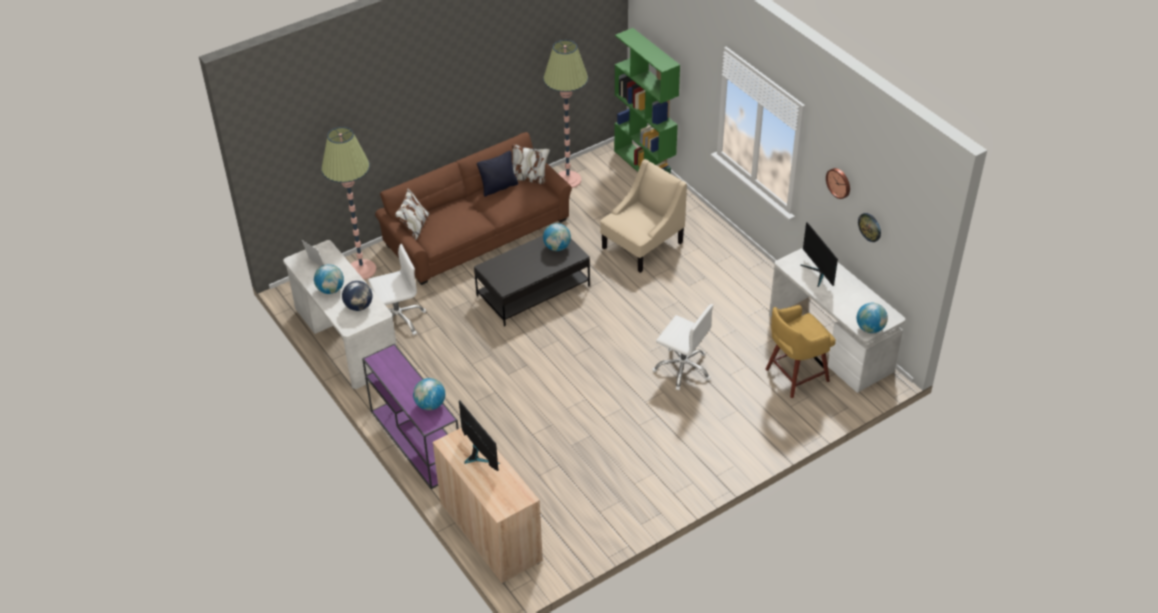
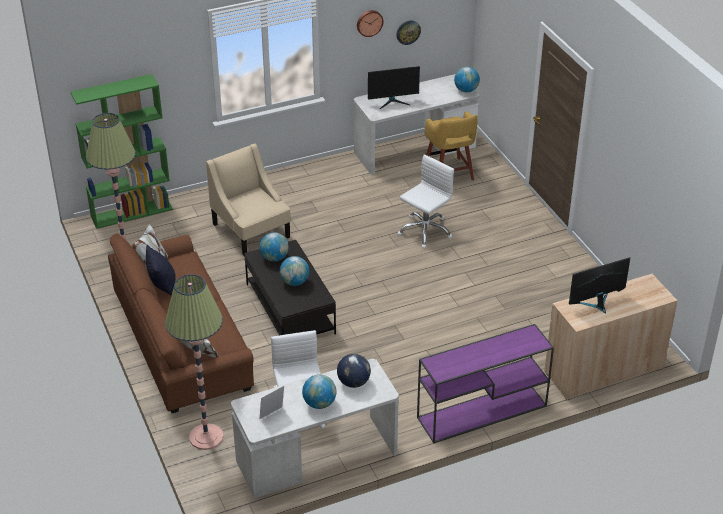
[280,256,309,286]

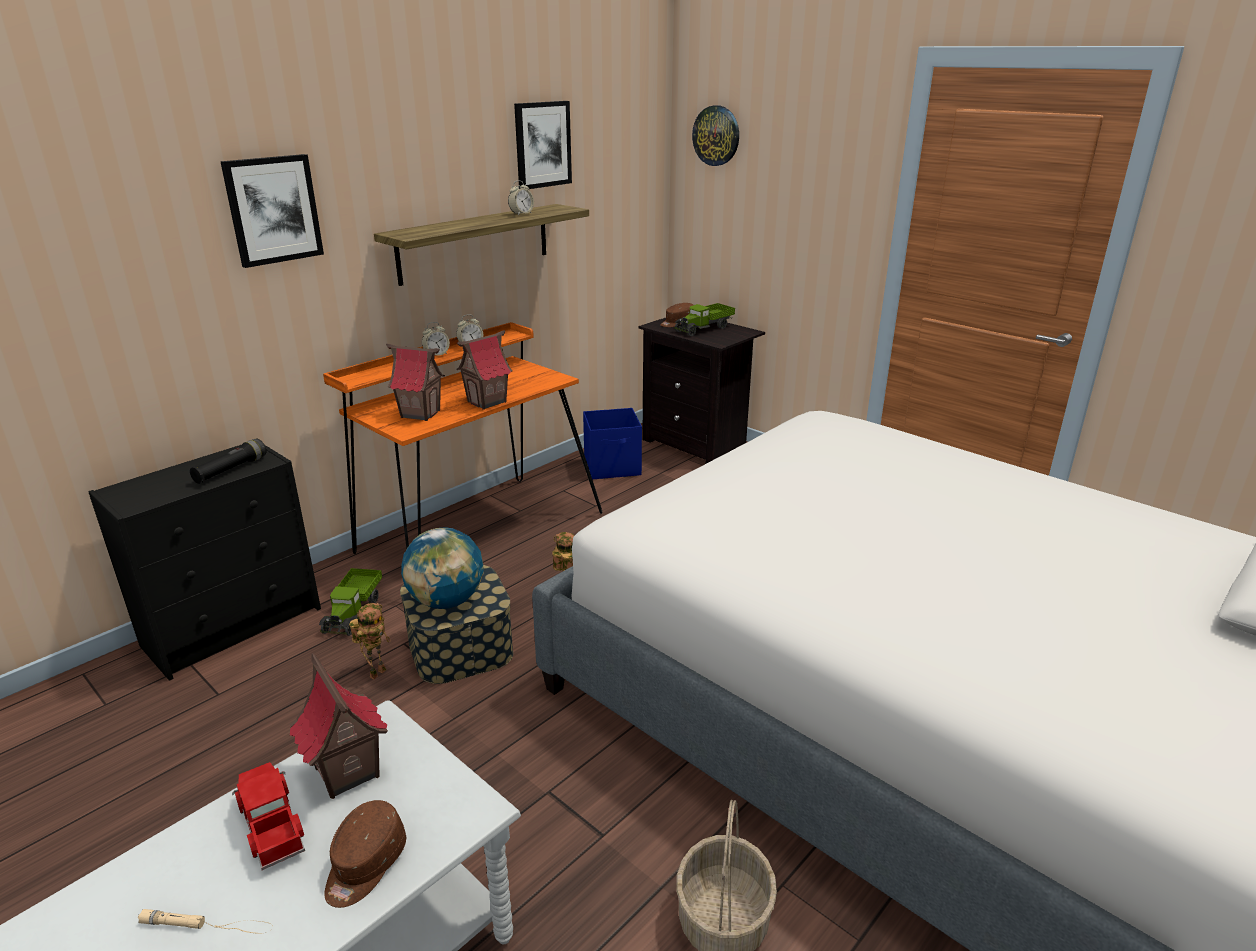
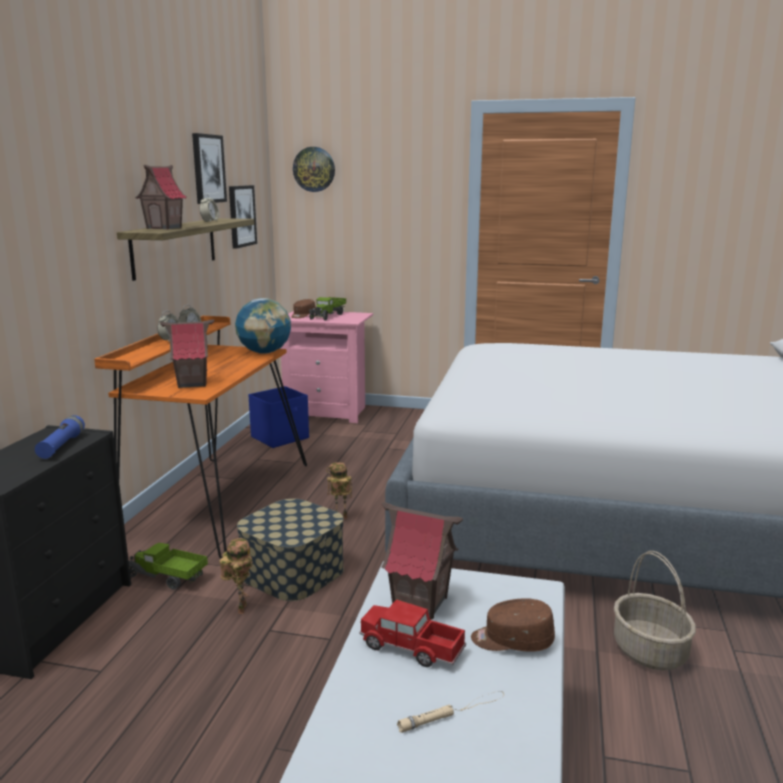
[35,415,85,459]
[229,185,257,249]
[129,543,208,590]
[471,598,555,652]
[235,298,291,354]
[135,165,187,229]
[281,311,373,423]

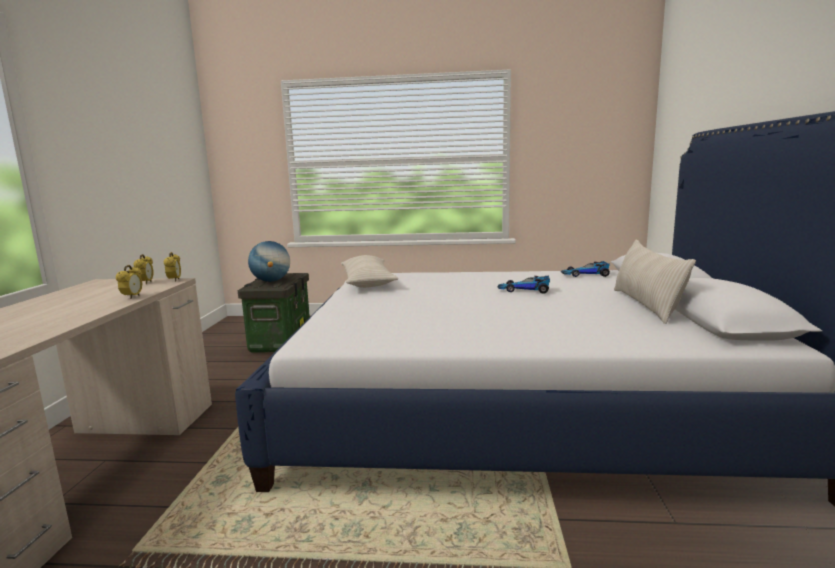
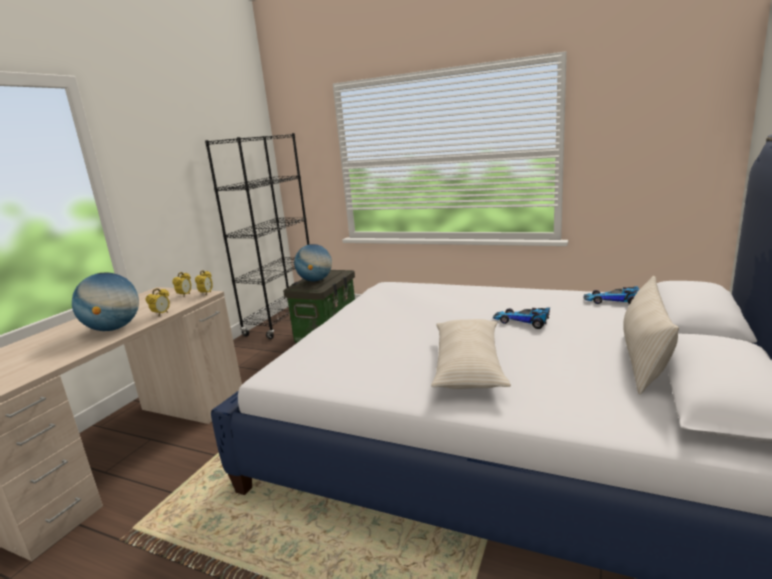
[431,319,511,389]
[72,272,139,331]
[205,133,309,339]

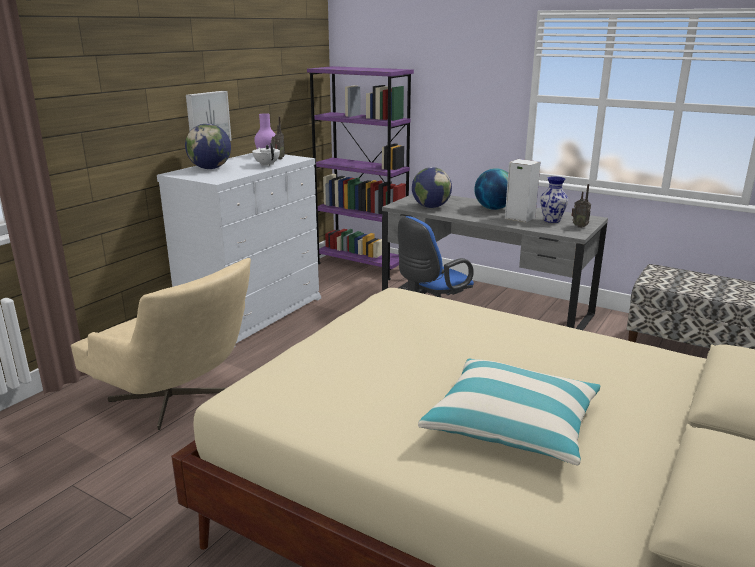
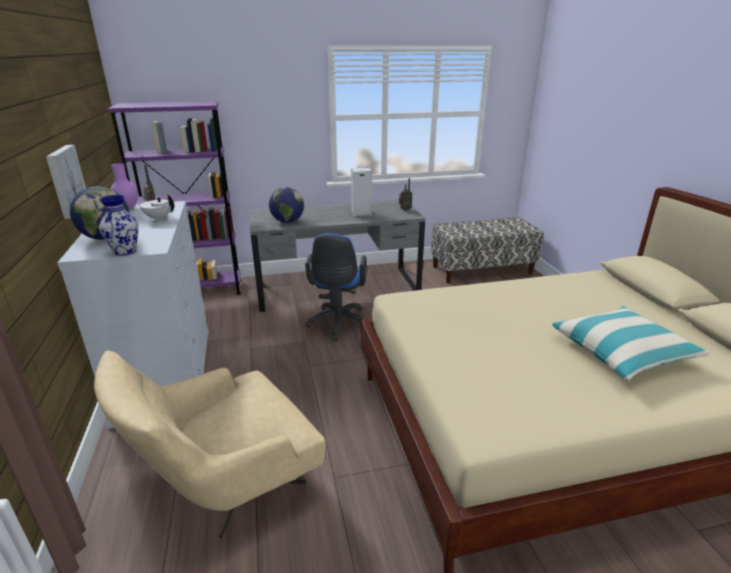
[94,350,326,538]
[474,168,508,210] (first image)
[99,195,139,256]

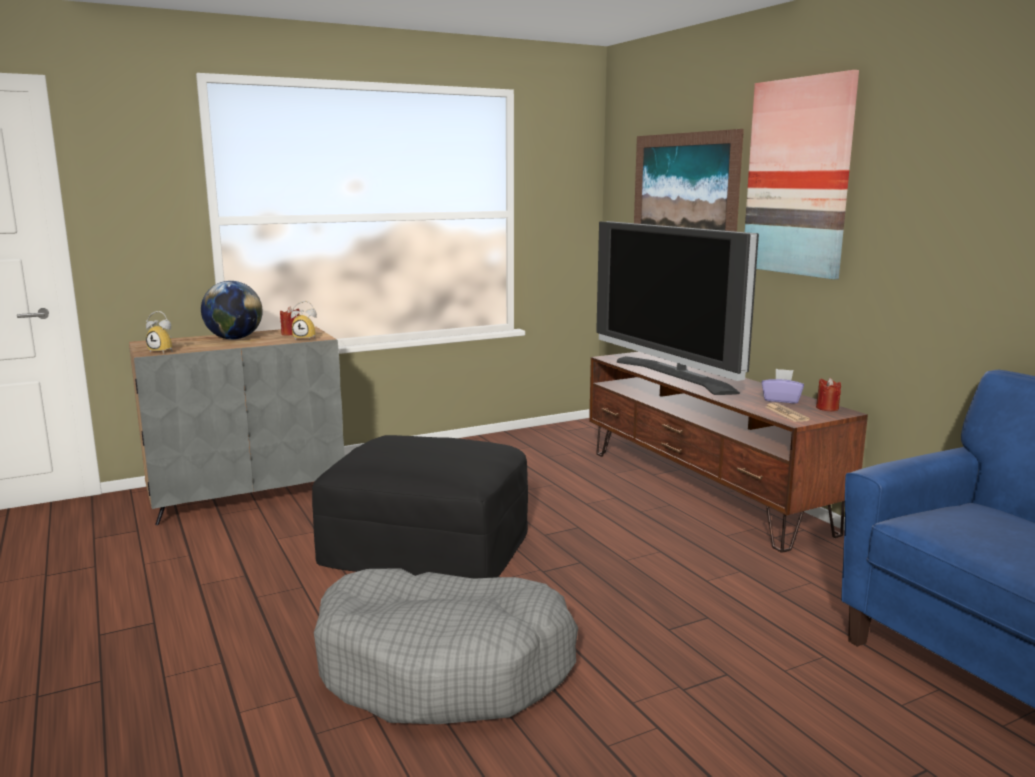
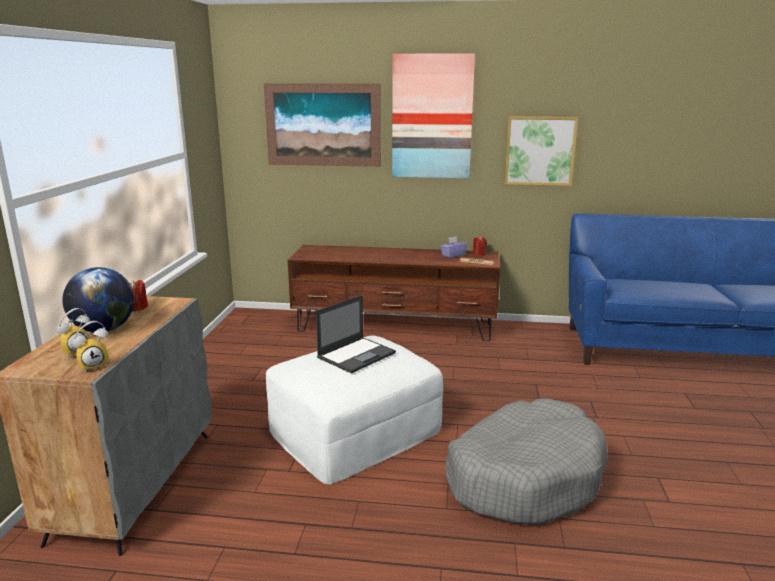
[57,308,90,358]
[266,335,443,484]
[596,221,759,395] (first image)
[316,295,396,373]
[504,116,578,186]

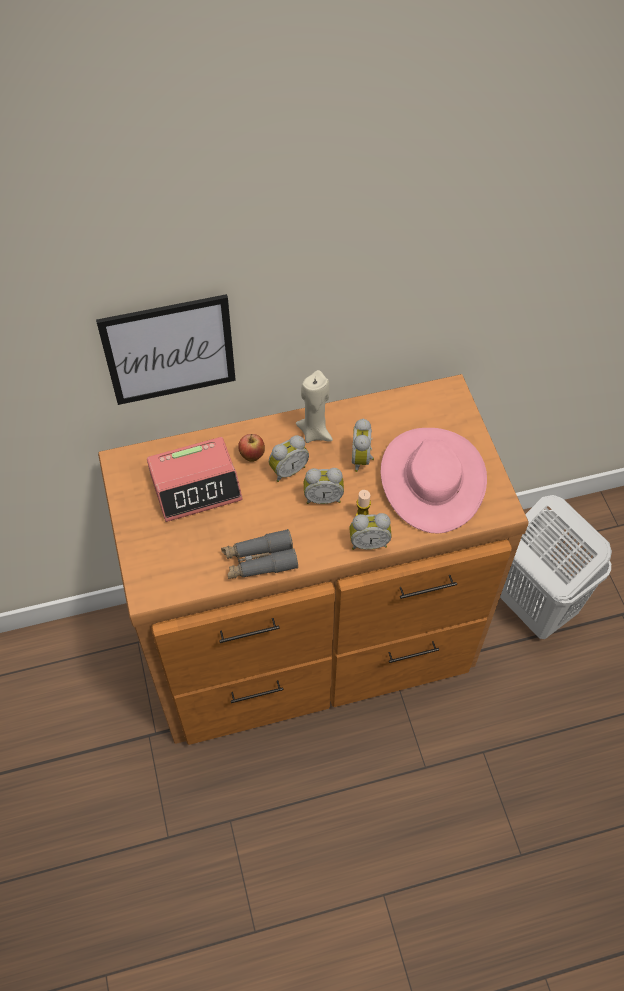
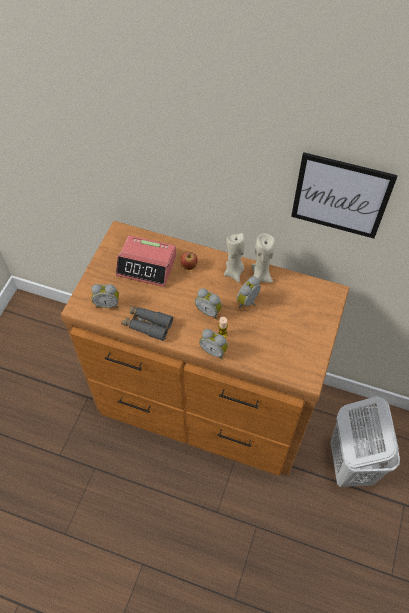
[291,152,398,238]
[91,284,119,308]
[381,428,487,534] (first image)
[251,233,275,283]

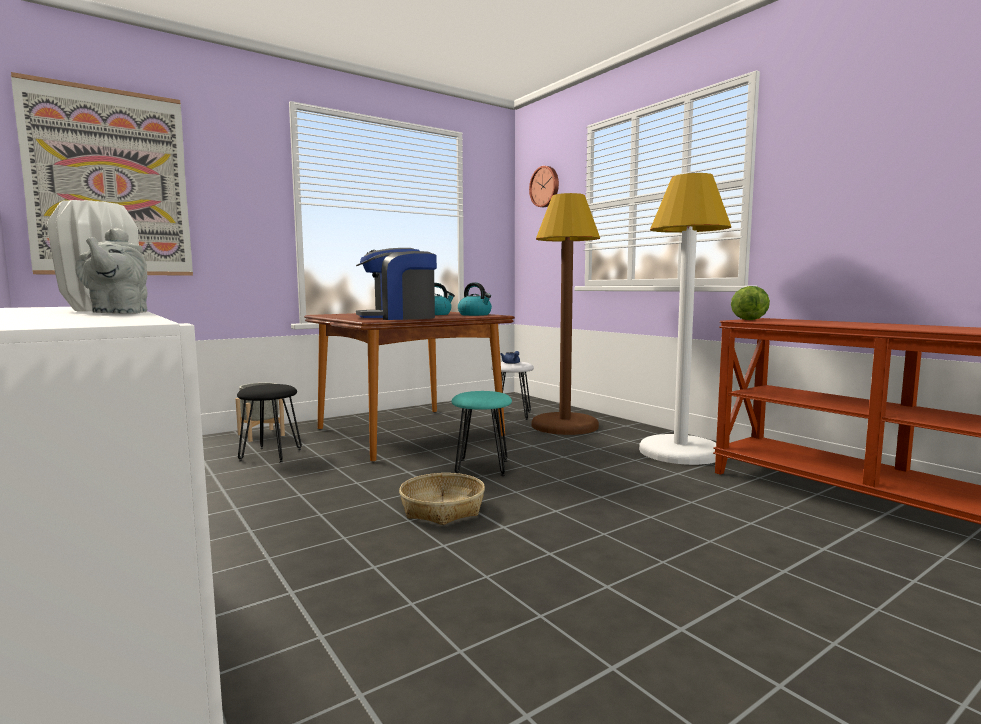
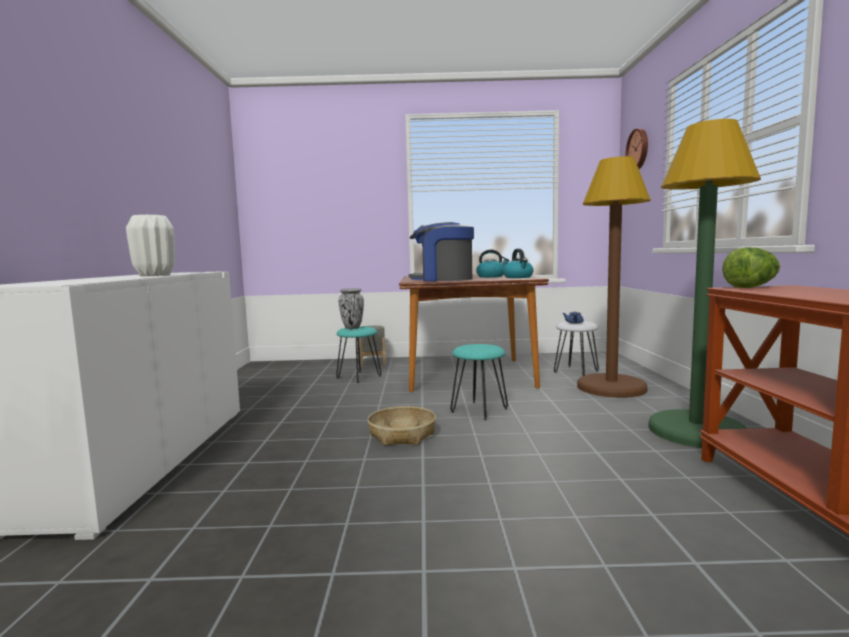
[11,72,193,276] (first image)
[75,228,148,314] (first image)
[336,326,382,383]
[648,119,761,449]
[339,288,364,329]

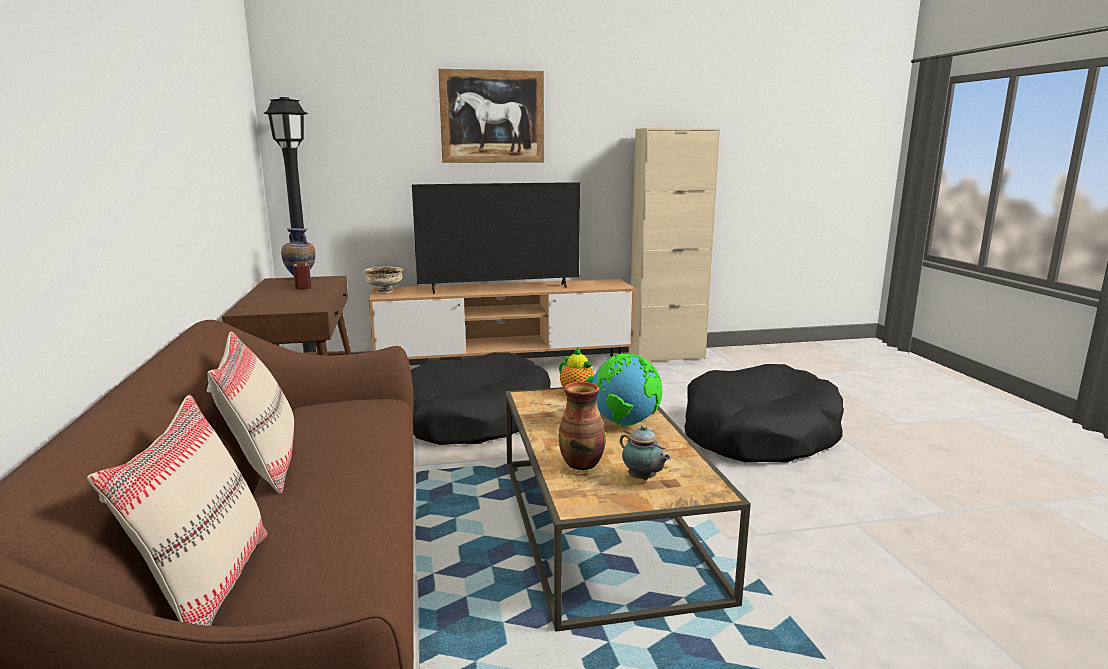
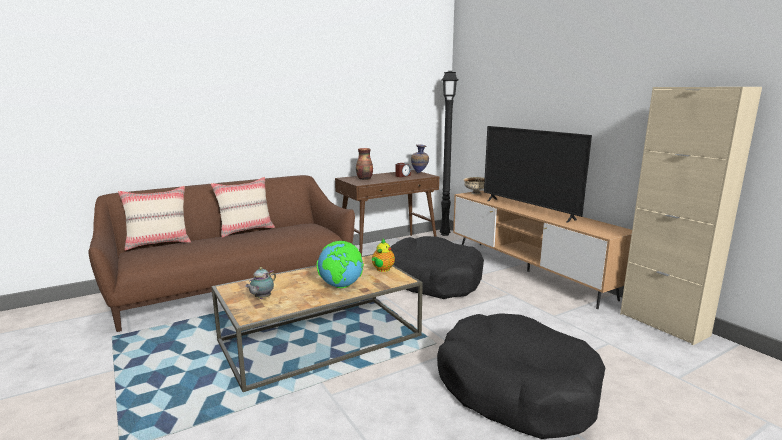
[438,69,544,163] (first image)
[356,148,373,180]

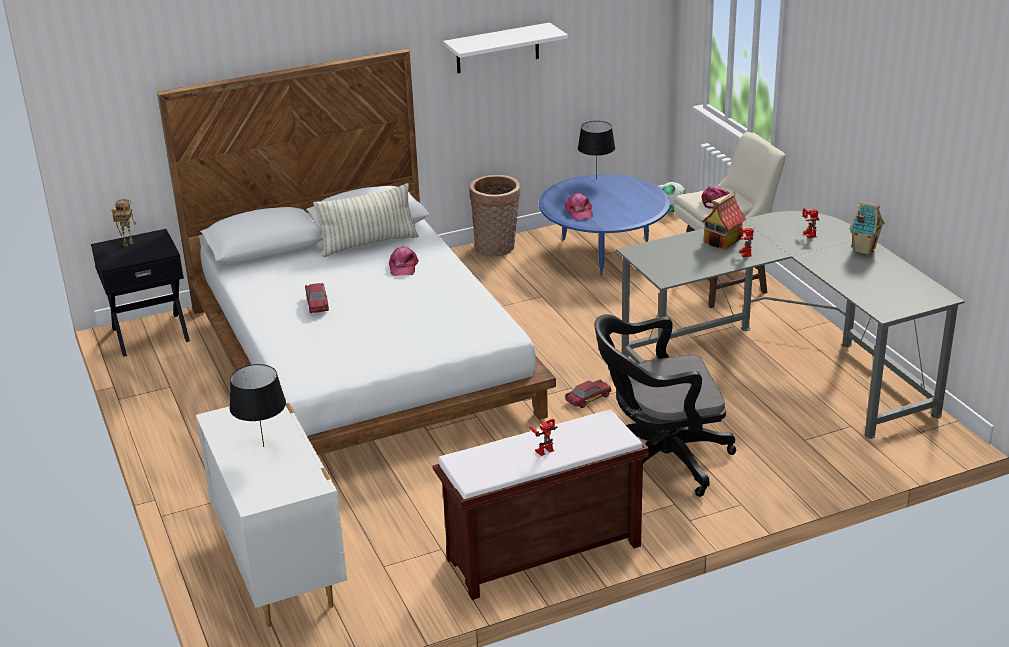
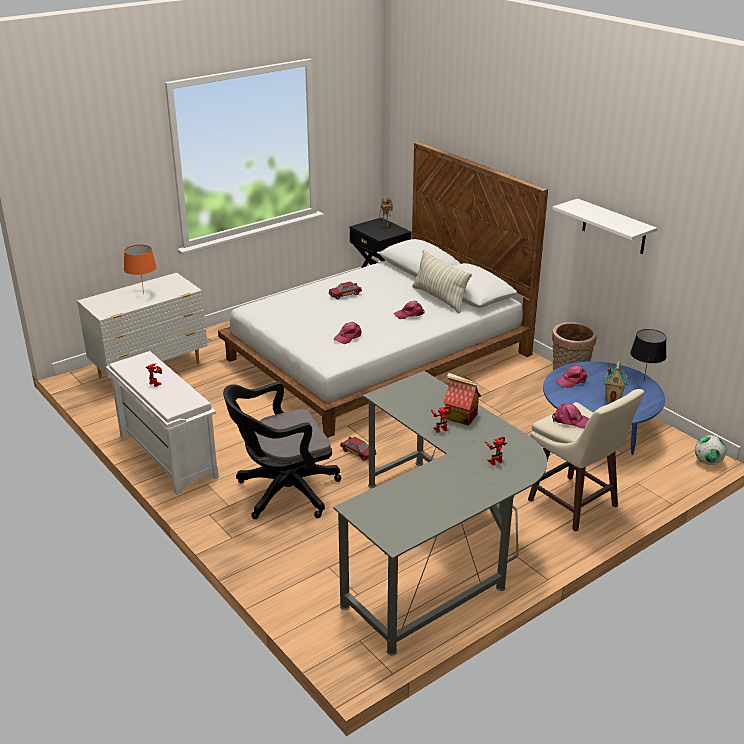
[124,245,157,294]
[106,351,219,495]
[223,381,341,519]
[603,361,629,403]
[333,322,362,344]

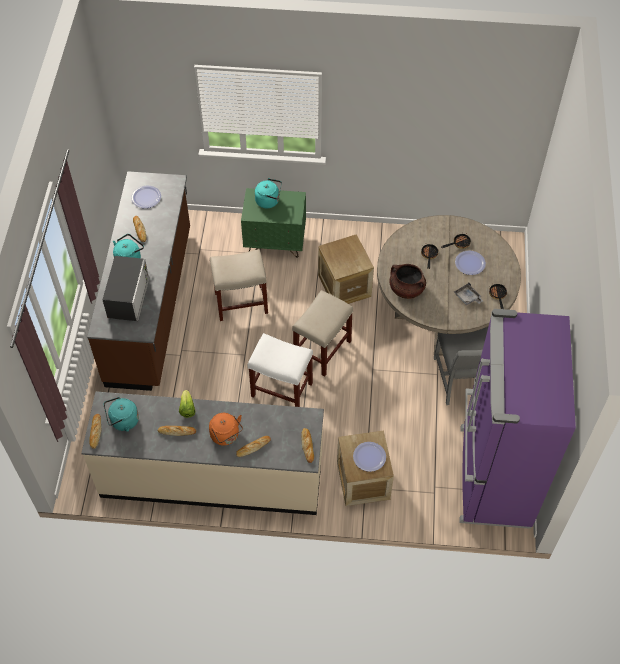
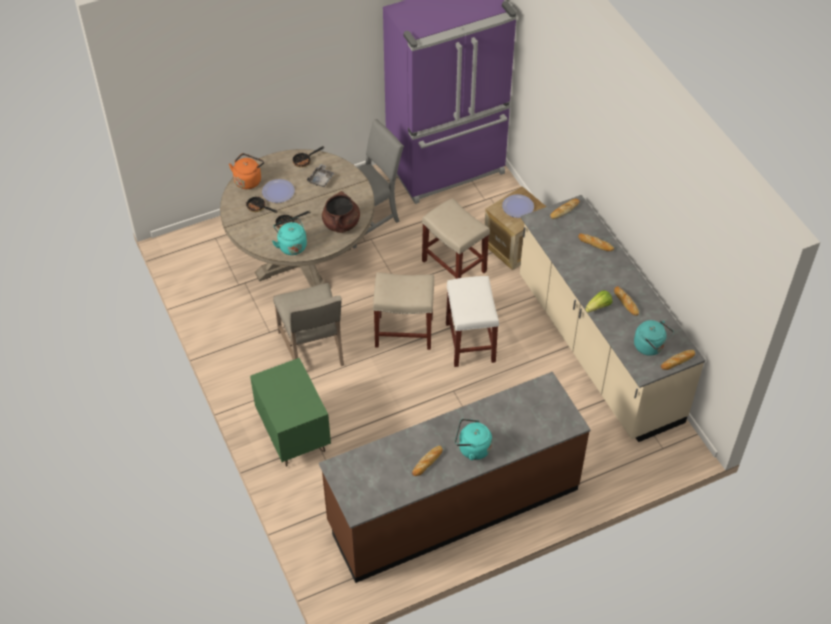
[102,256,149,321] (first image)
[131,186,161,208] (first image)
[229,153,264,189]
[422,198,490,279]
[272,218,307,255]
[273,283,344,366]

